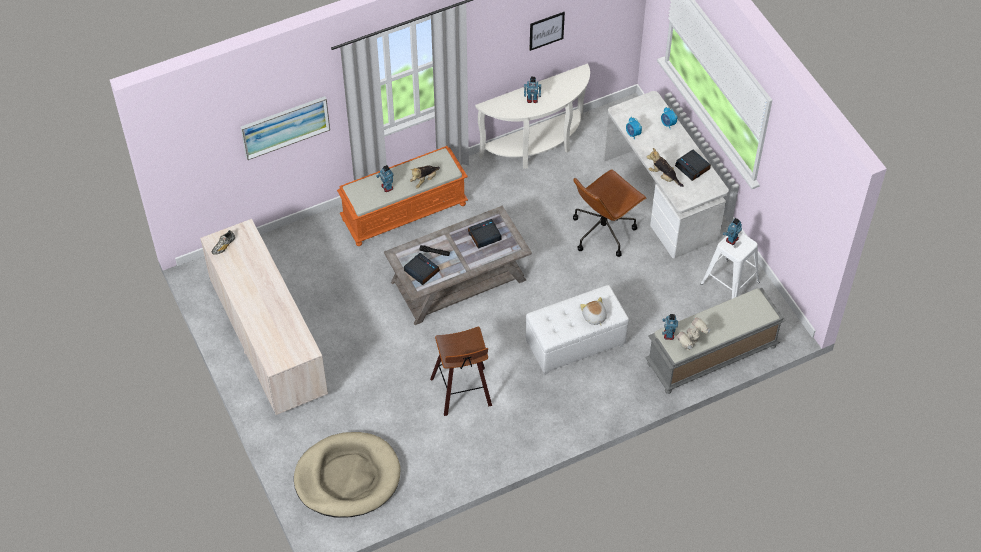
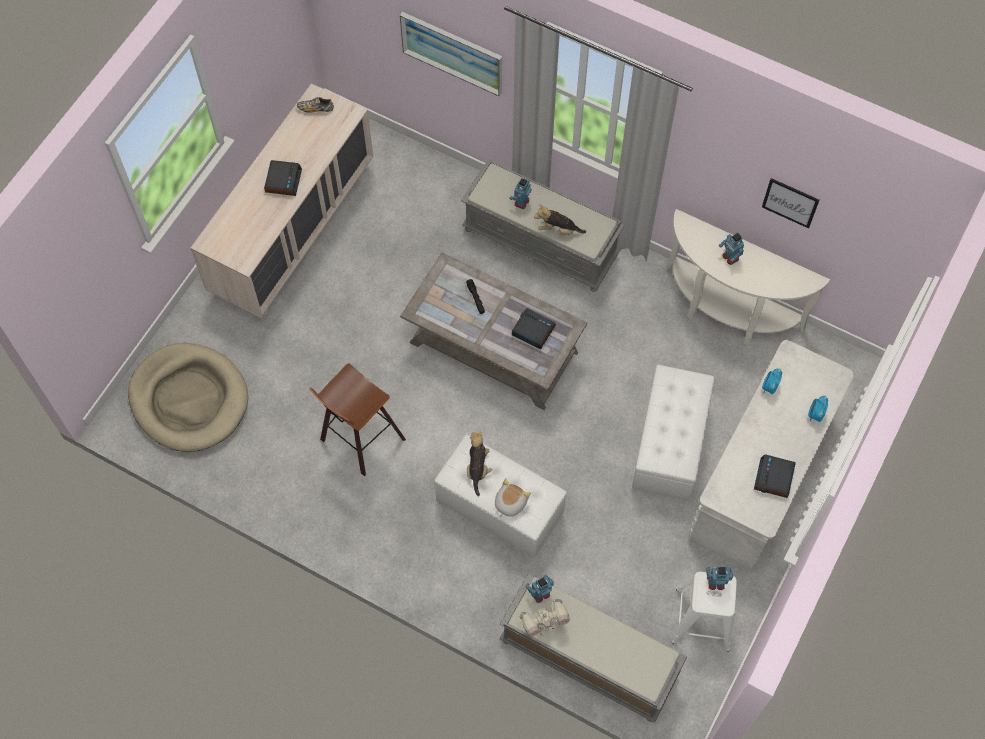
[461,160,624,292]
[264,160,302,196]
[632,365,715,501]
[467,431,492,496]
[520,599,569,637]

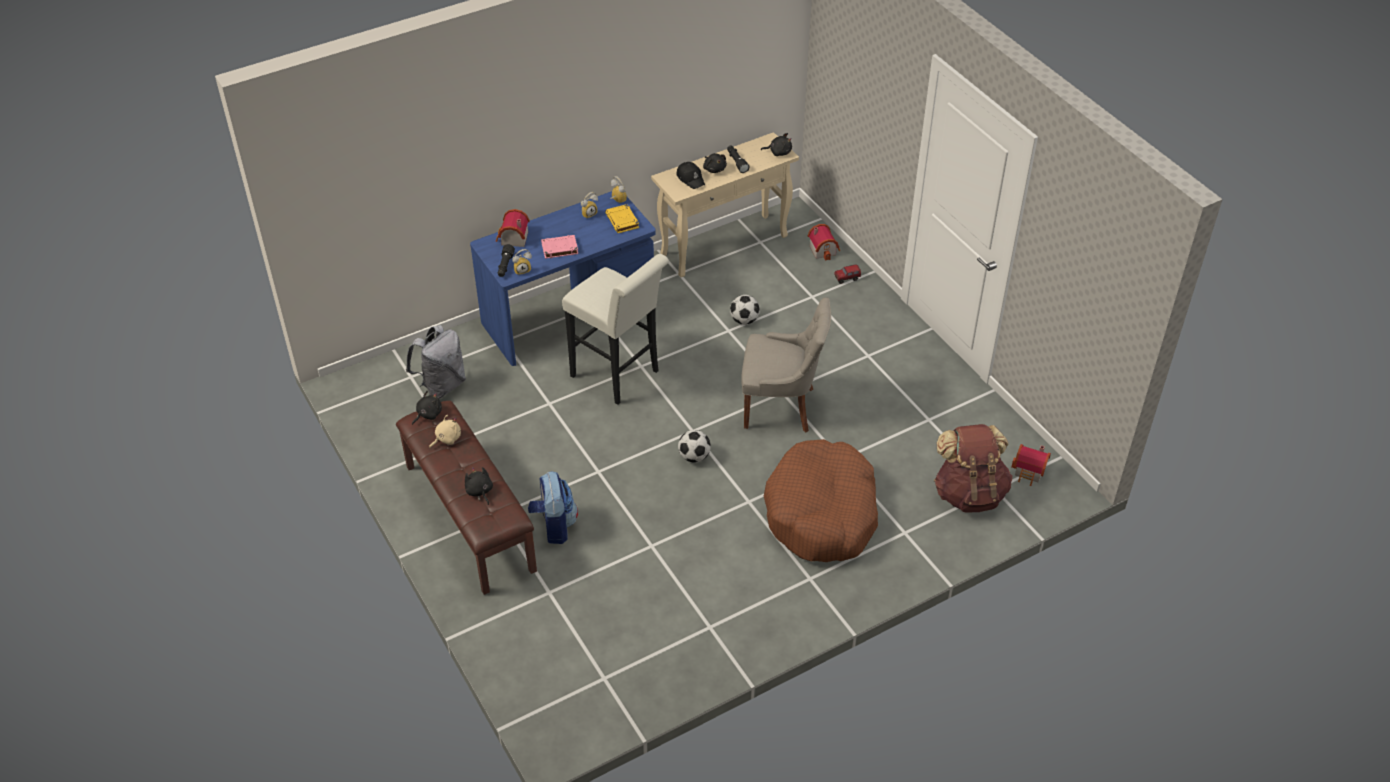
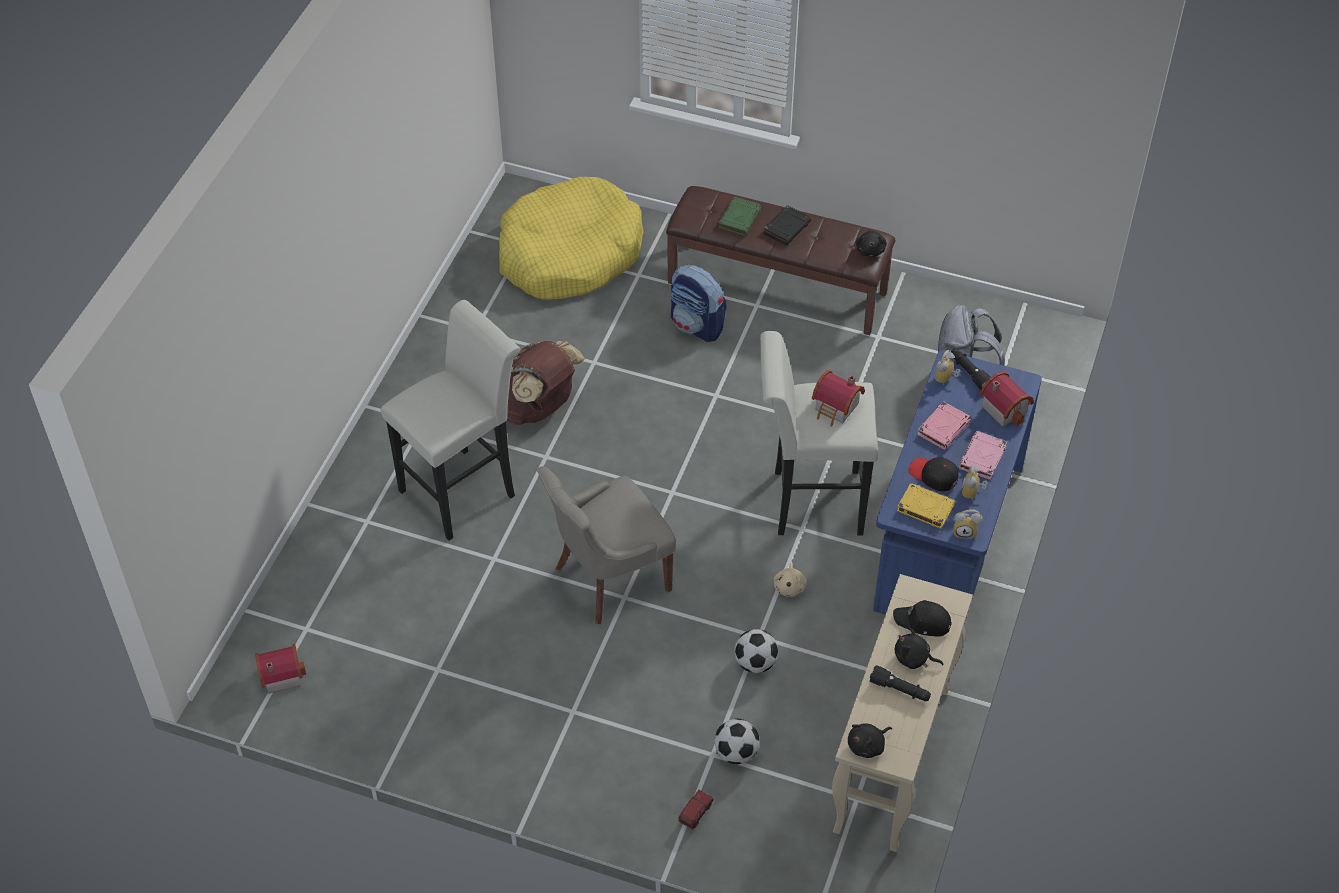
[774,563,807,597]
[718,196,762,236]
[714,719,760,764]
[381,300,520,541]
[812,370,865,426]
[507,341,585,425]
[499,177,644,300]
[763,205,811,245]
[908,457,958,491]
[958,431,1007,480]

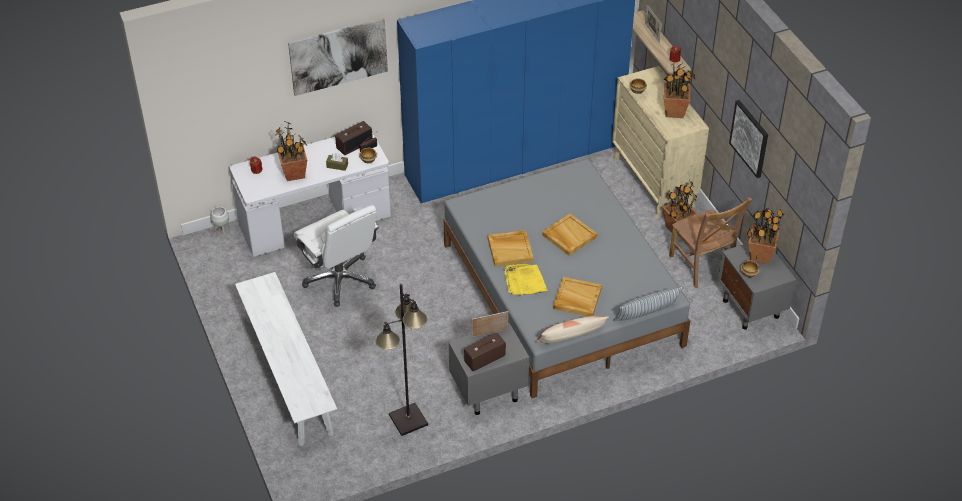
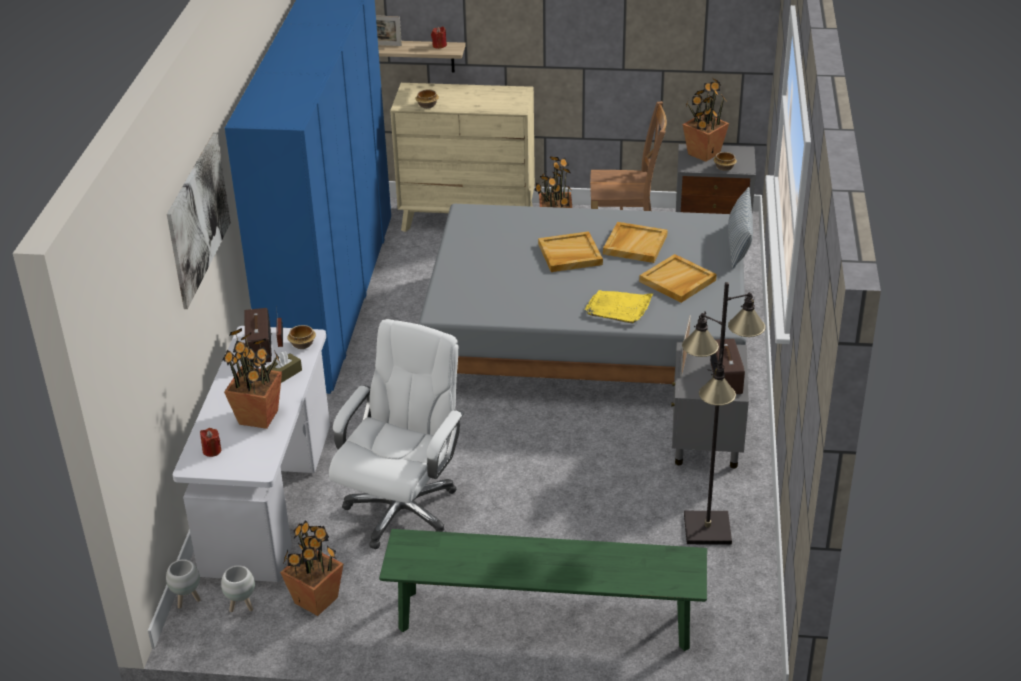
[379,529,707,651]
[329,319,464,549]
[603,222,668,263]
[535,316,609,343] (first image)
[280,520,343,616]
[729,100,768,178] (first image)
[221,565,255,612]

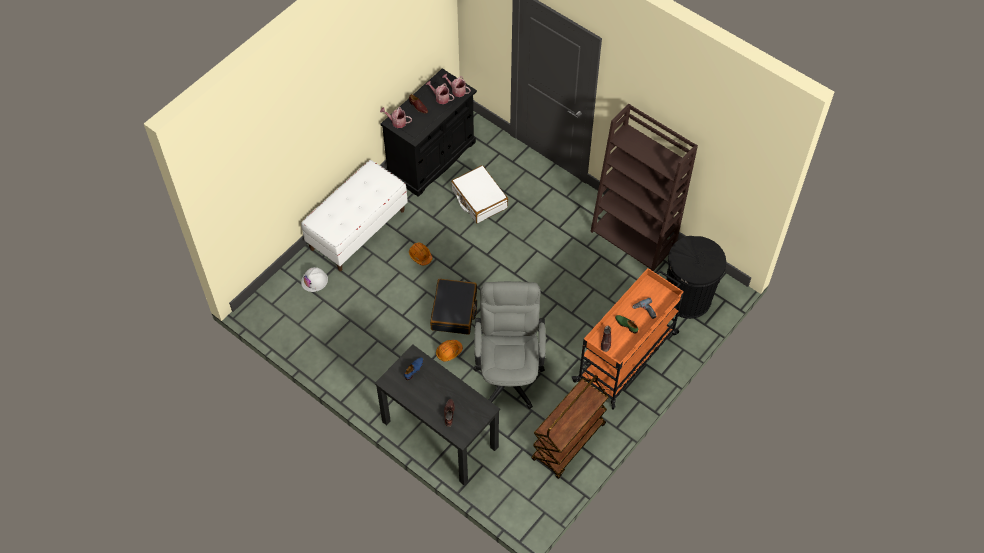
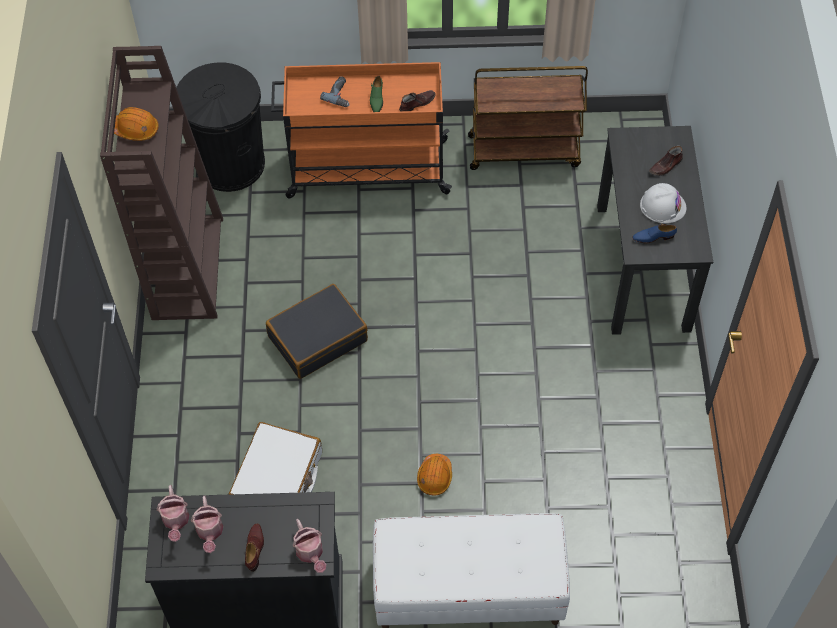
[640,183,687,223]
[266,284,368,379]
[114,107,159,141]
[473,281,546,409] (first image)

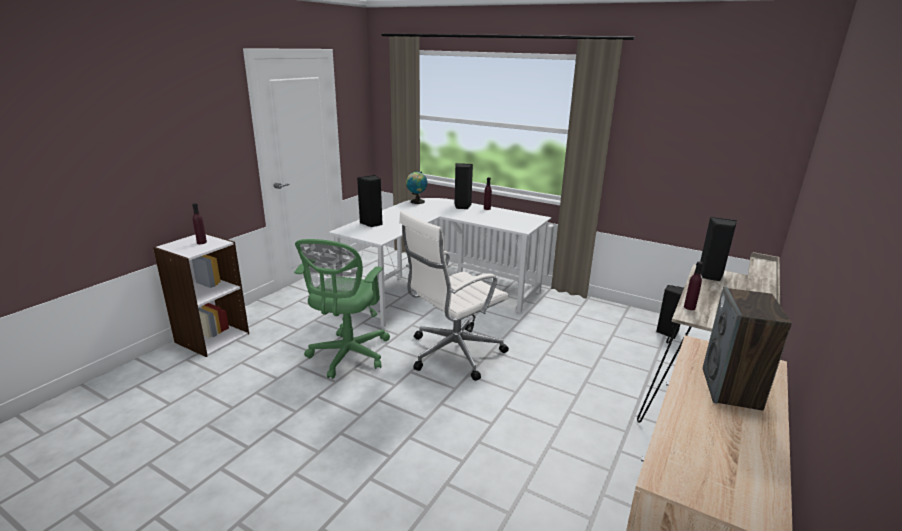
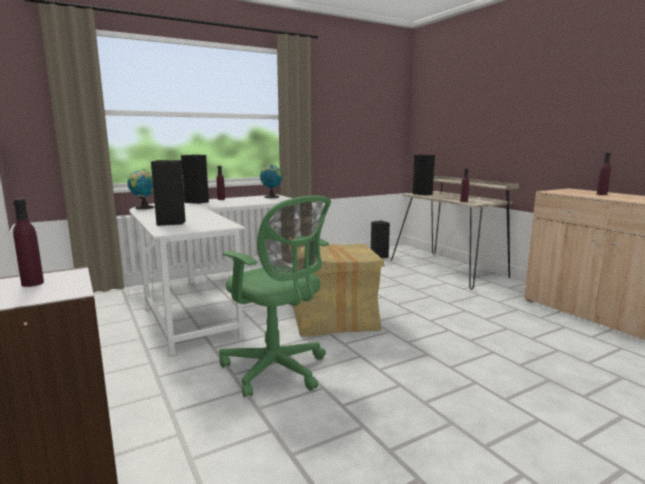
[293,244,384,337]
[597,153,611,195]
[260,165,282,198]

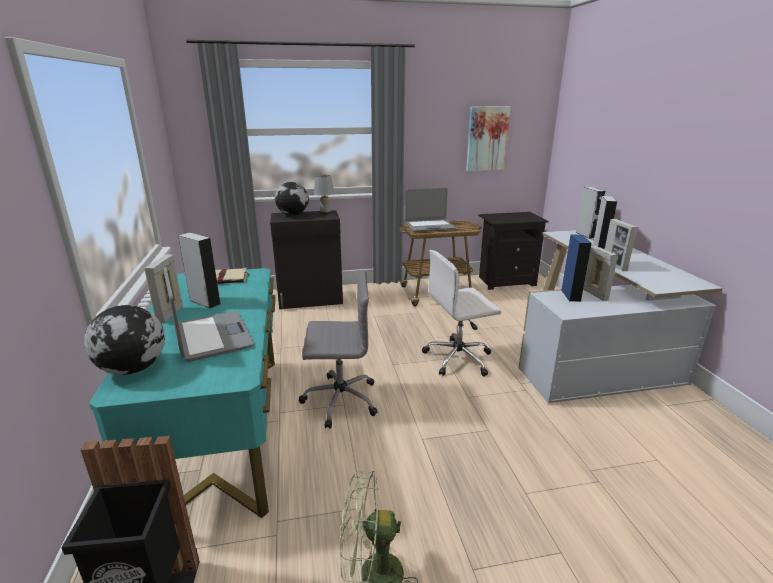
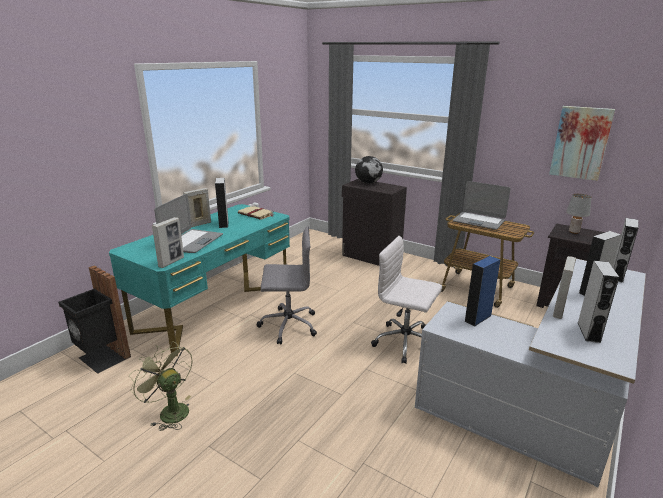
[84,305,165,375] (first image)
[257,227,317,345]
[566,194,592,234]
[152,217,184,268]
[577,261,619,343]

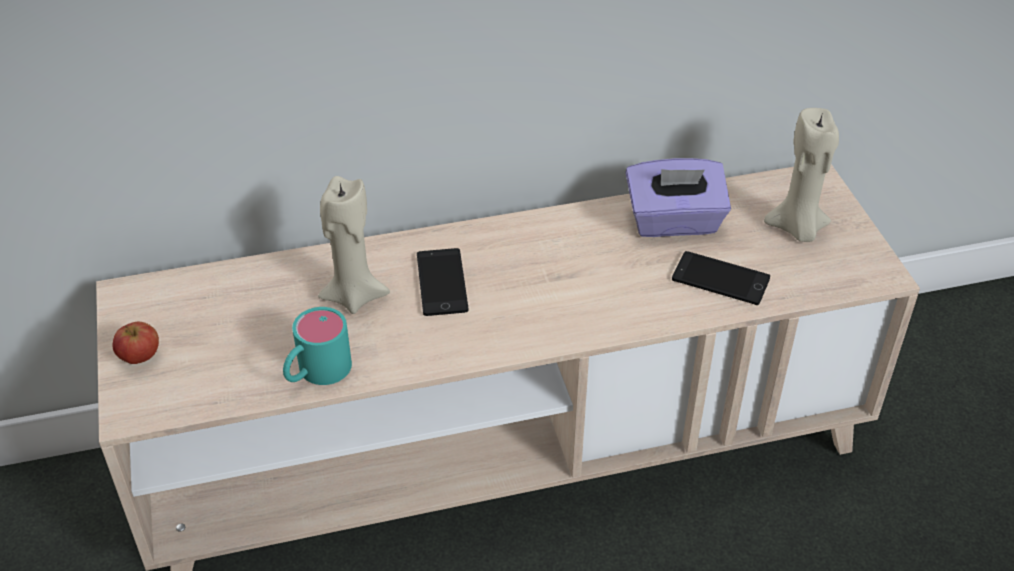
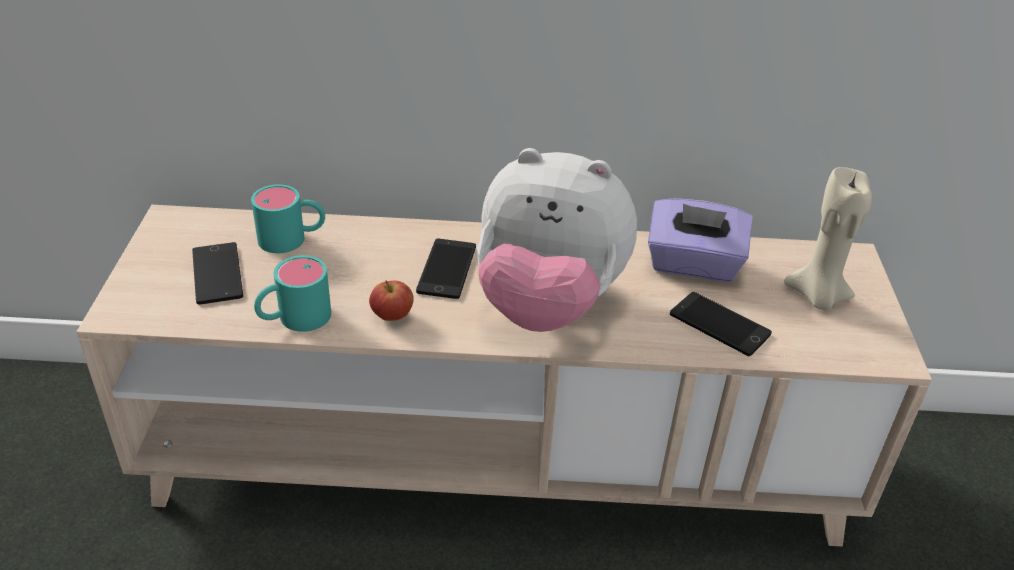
[369,280,414,321]
[318,176,390,314] (first image)
[192,242,243,305]
[251,184,325,253]
[477,148,637,332]

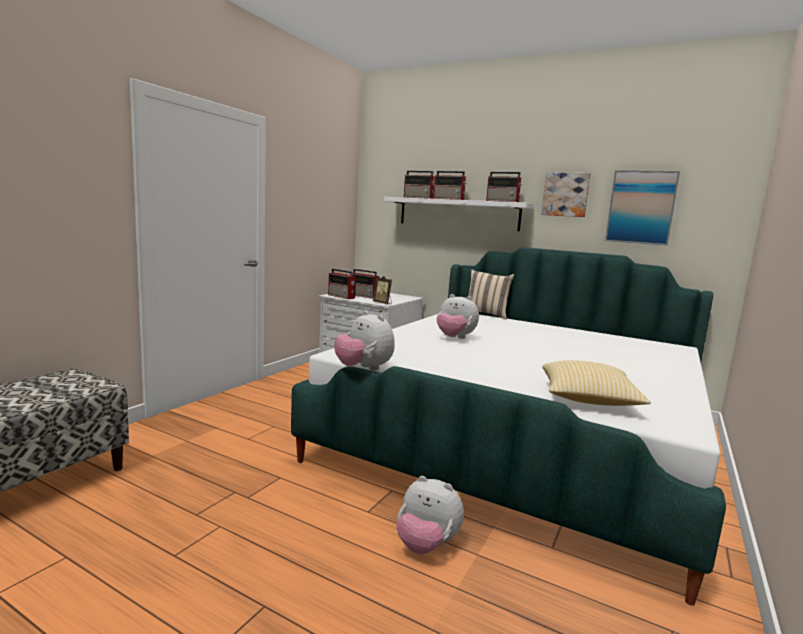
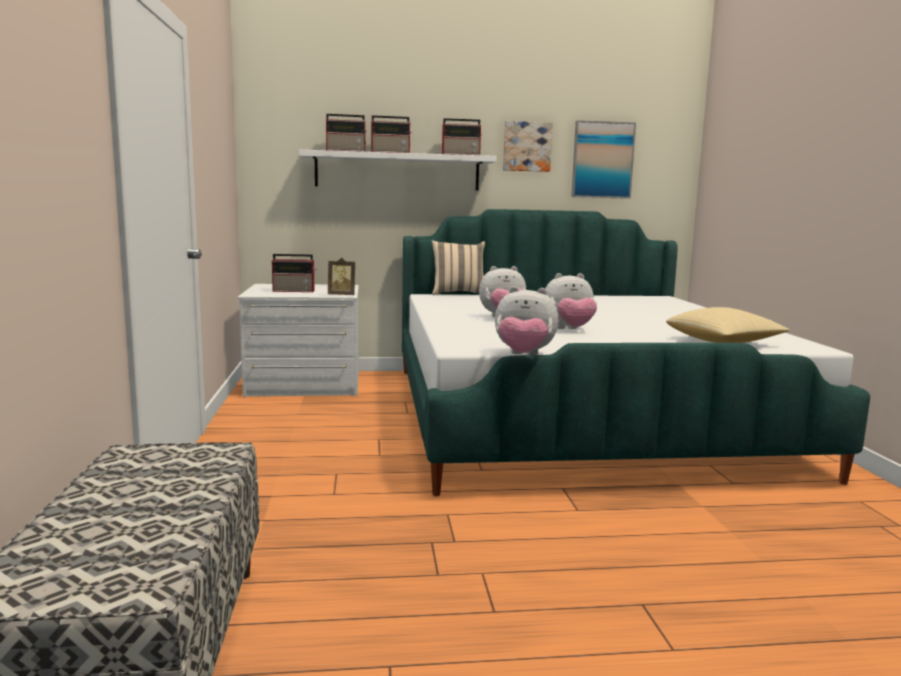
[328,269,356,299] (first image)
[545,273,597,329]

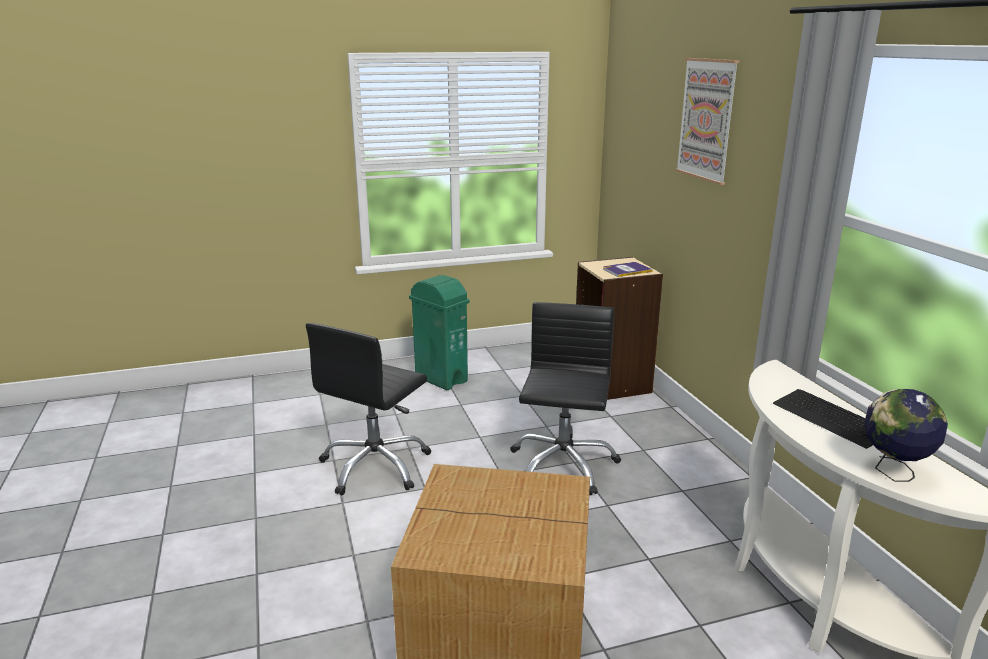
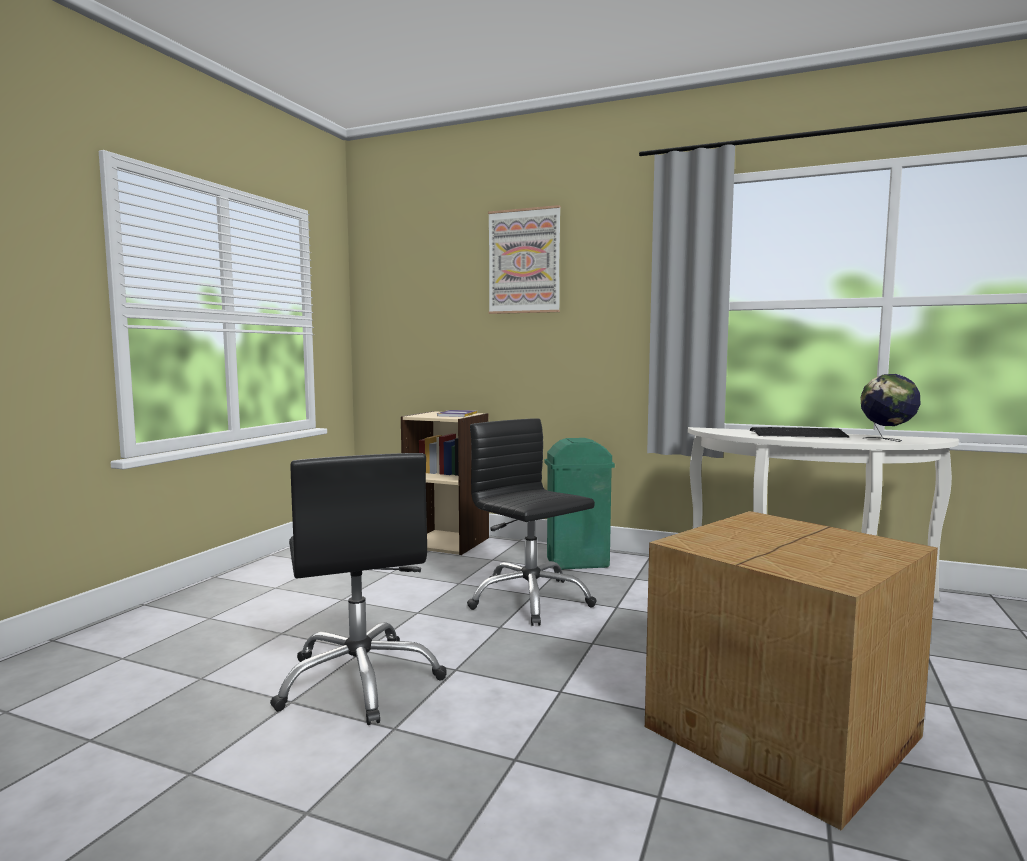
[545,438,615,569]

